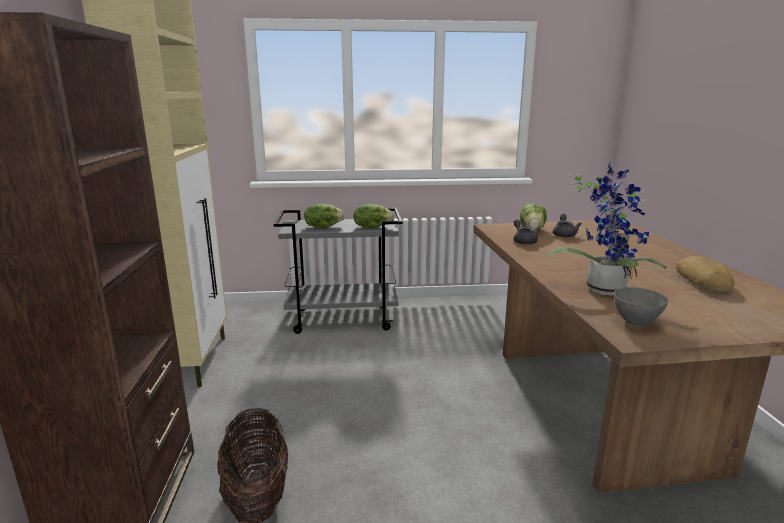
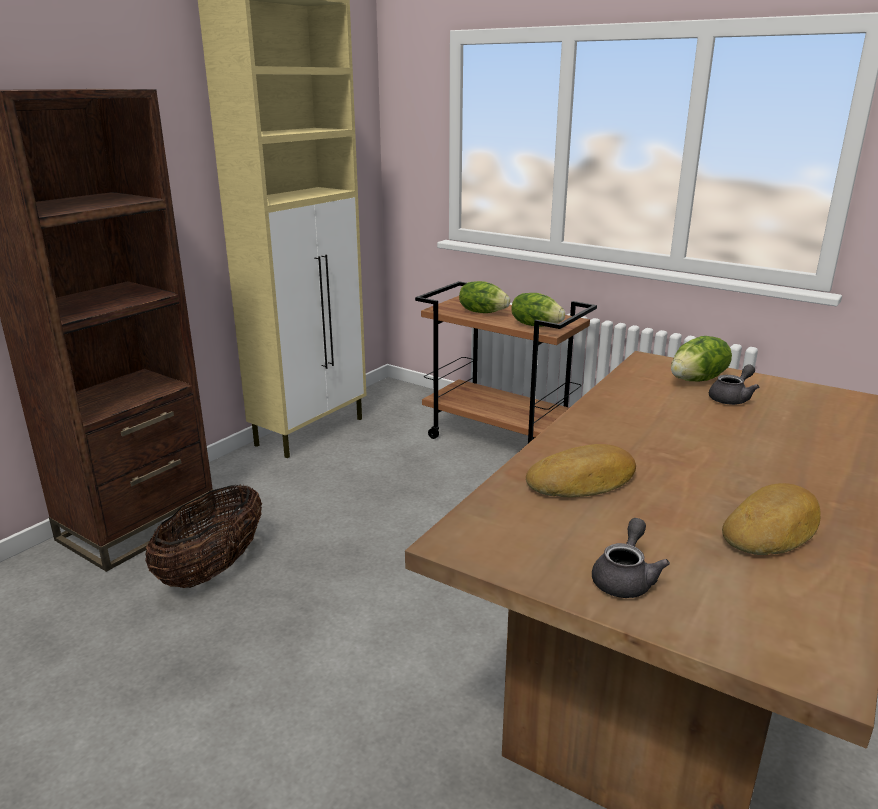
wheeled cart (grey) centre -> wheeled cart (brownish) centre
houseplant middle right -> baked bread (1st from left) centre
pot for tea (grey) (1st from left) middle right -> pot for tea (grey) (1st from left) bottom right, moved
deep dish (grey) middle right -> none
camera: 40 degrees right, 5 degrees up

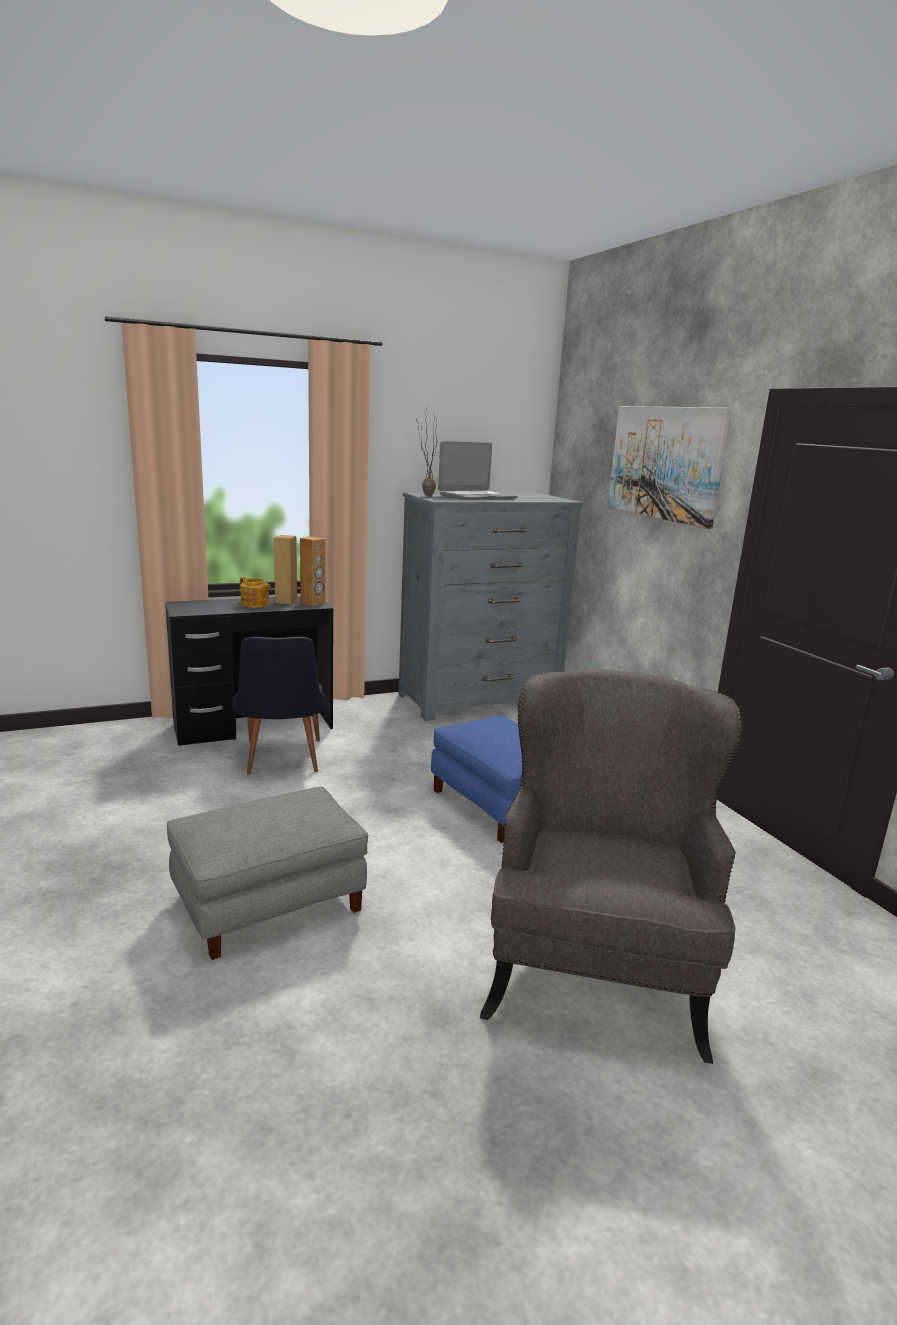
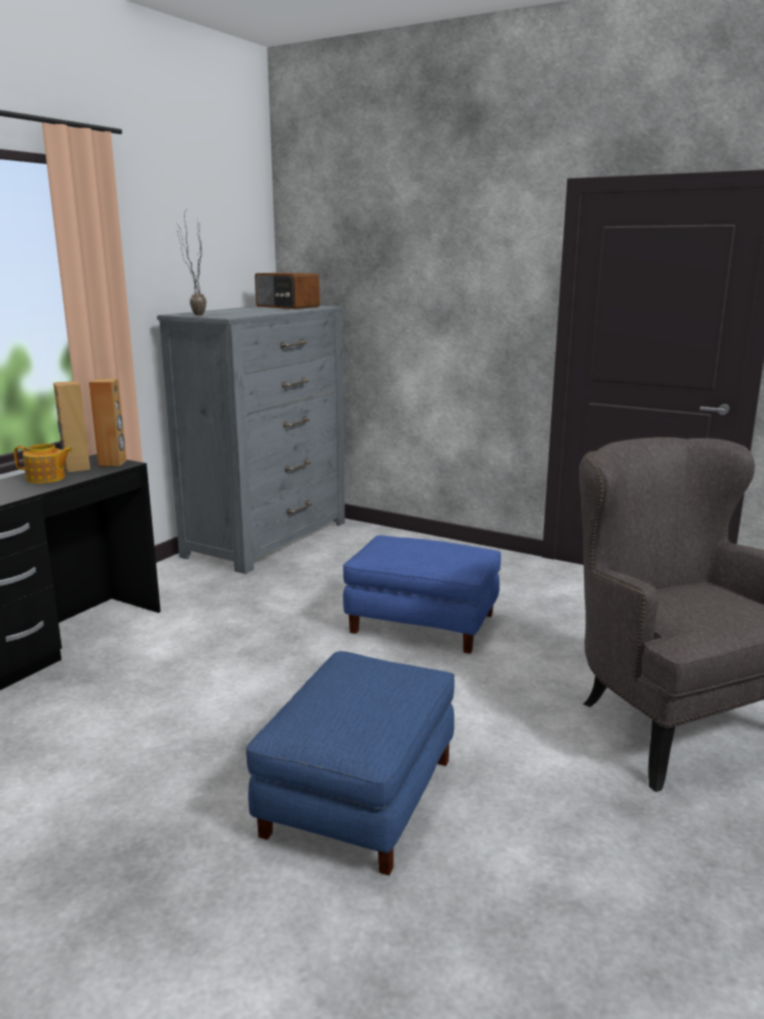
footrest (grey) middle left -> footrest (blue) (1st from left) bottom centre
none -> radio top centre
chair (blackish) middle left -> none
laptop centre -> none
wall picture middle right -> none
camera: 35 degrees left, 0 degrees up

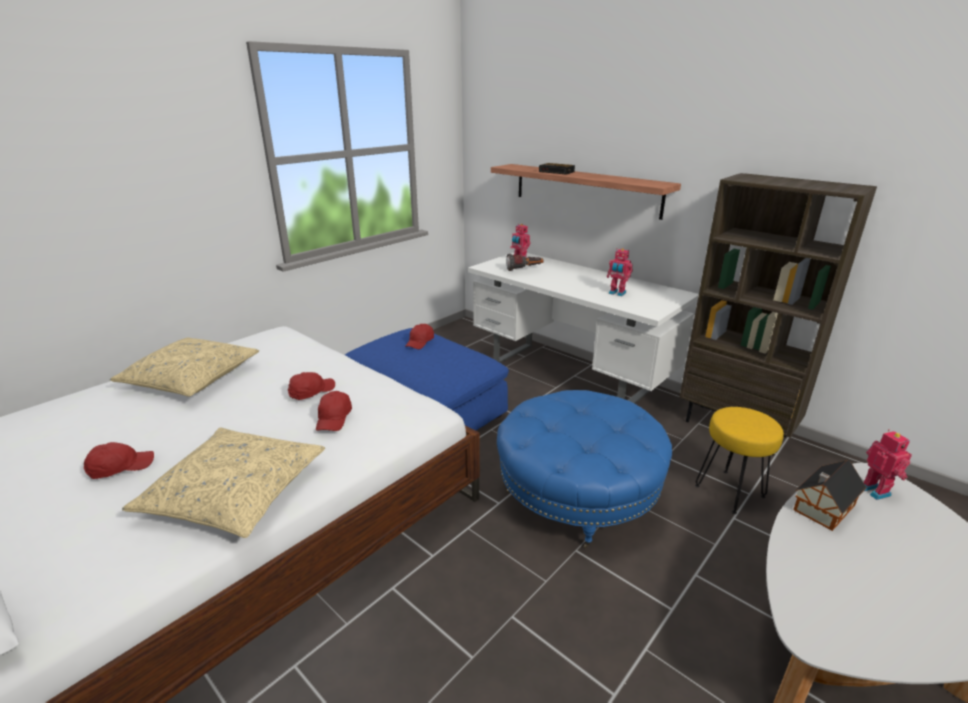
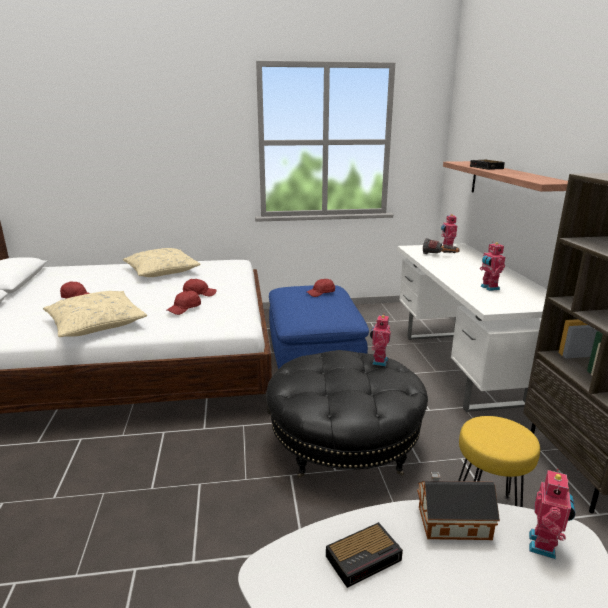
footrest (blue) (2nd from left) bottom centre -> footrest (blackish) bottom centre
none -> table clock (1st from left) bottom centre
none -> robot figure (1st from left) centre
camera: 40 degrees right, 5 degrees down

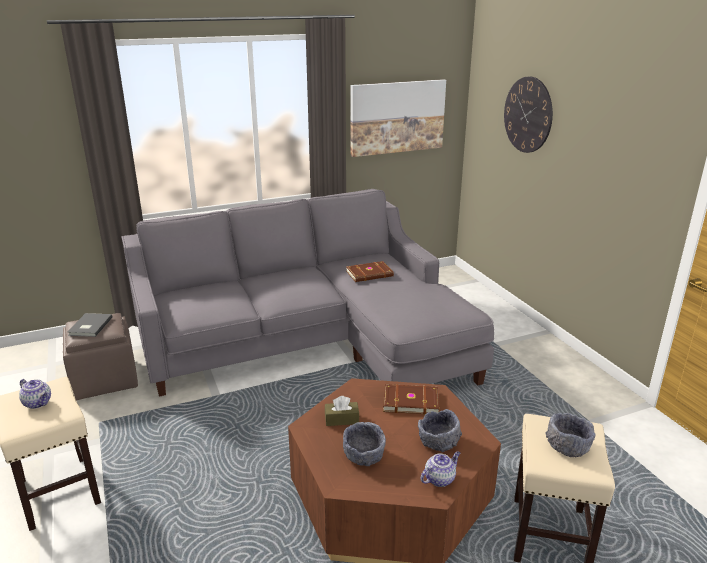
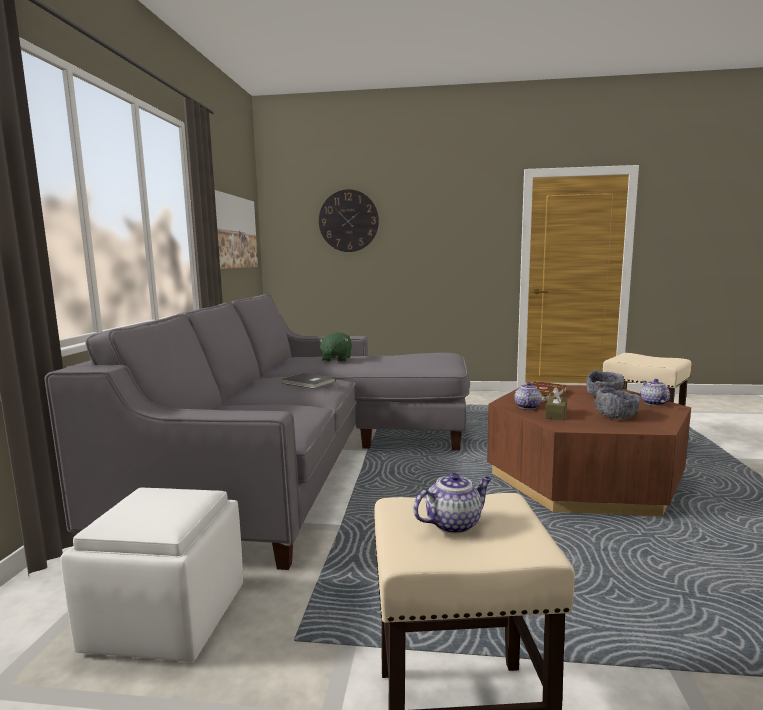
footrest (brownish) middle left -> footrest (whitish) bottom left
book (grey) middle left -> book (grey) centre, moved
book (brownish) (1st from left) centre -> soft toy (green) centre
none -> pot for tea (2nd from left) middle right
deep dish (grey) (3rd from left) bottom right -> none
camera: 60 degrees left, 15 degrees down

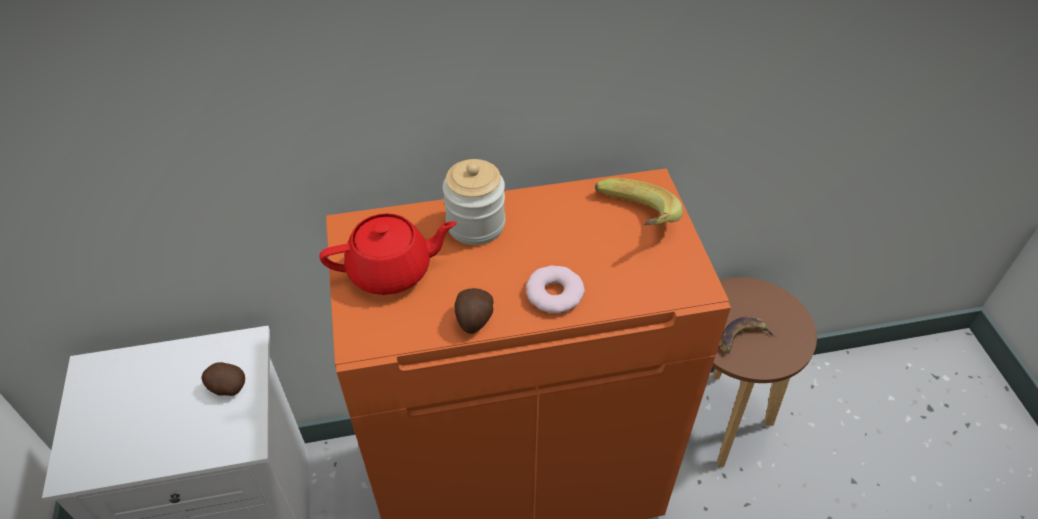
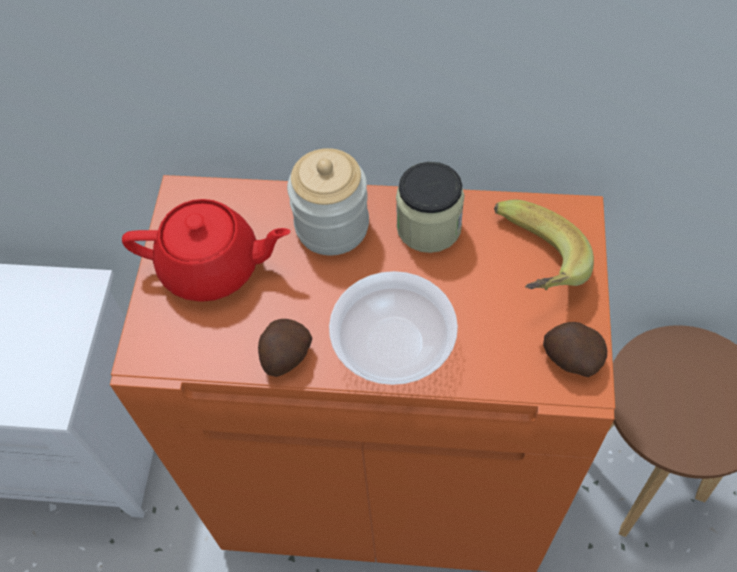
donut centre -> deep dish centre
none -> jar (2nd from left) centre
whole potato (1st from left in the first image) bottom left -> whole potato (2nd from left) middle right, moved
banana fruit (2nd from left) middle right -> none
camera: 20 degrees right, 10 degrees up

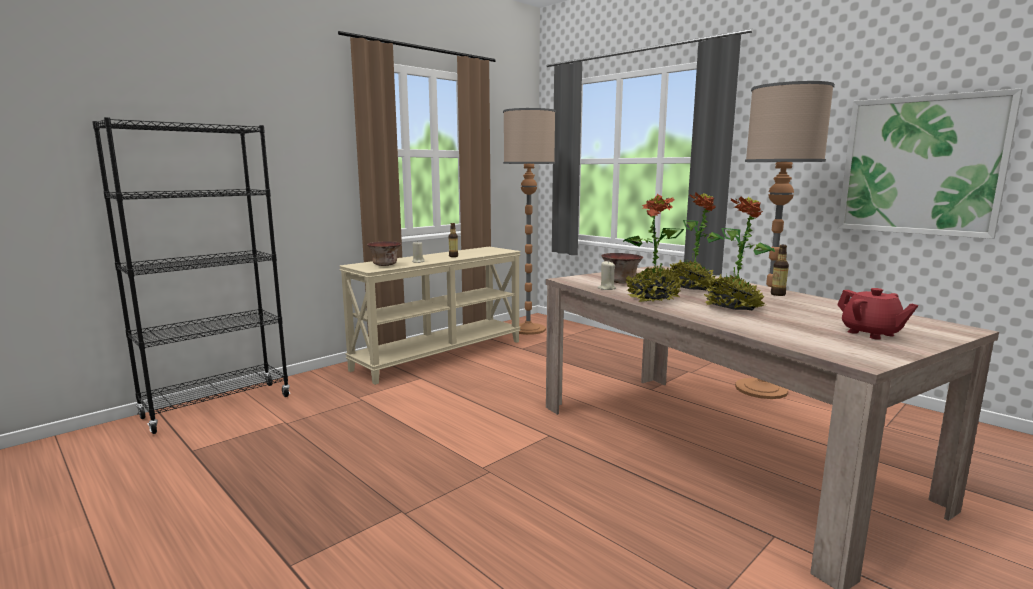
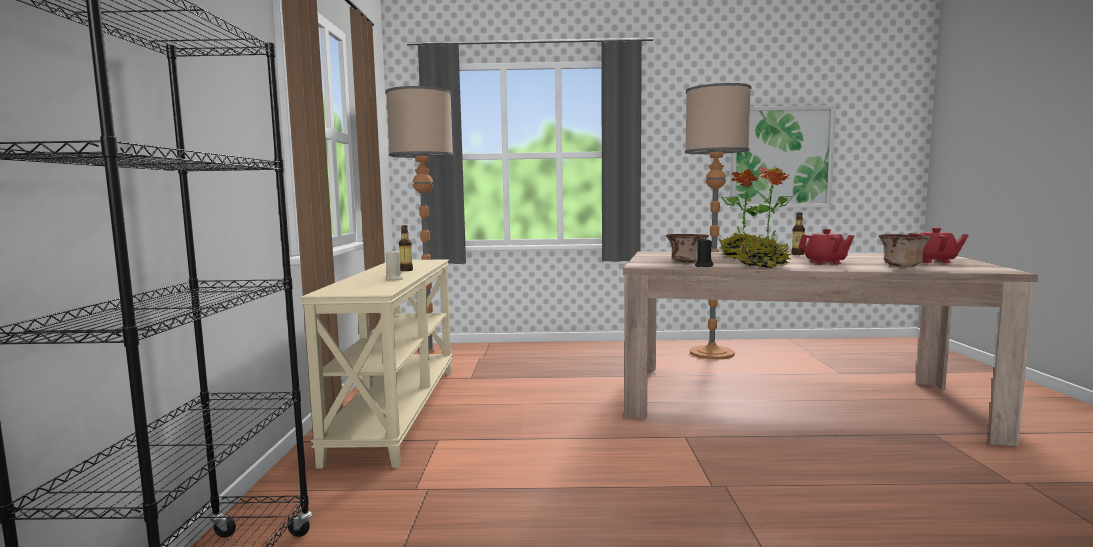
candle (sand-coloured) (2nd from left) centre -> candle (blackish) centre
houseplant (3rd from left) middle right -> pot for tea (red-coloured) (1st from left) middle right
deep dish (1st from left in the first image) centre -> deep dish (2nd from left) middle right, moved
camera: 45 degrees left, 5 degrees down

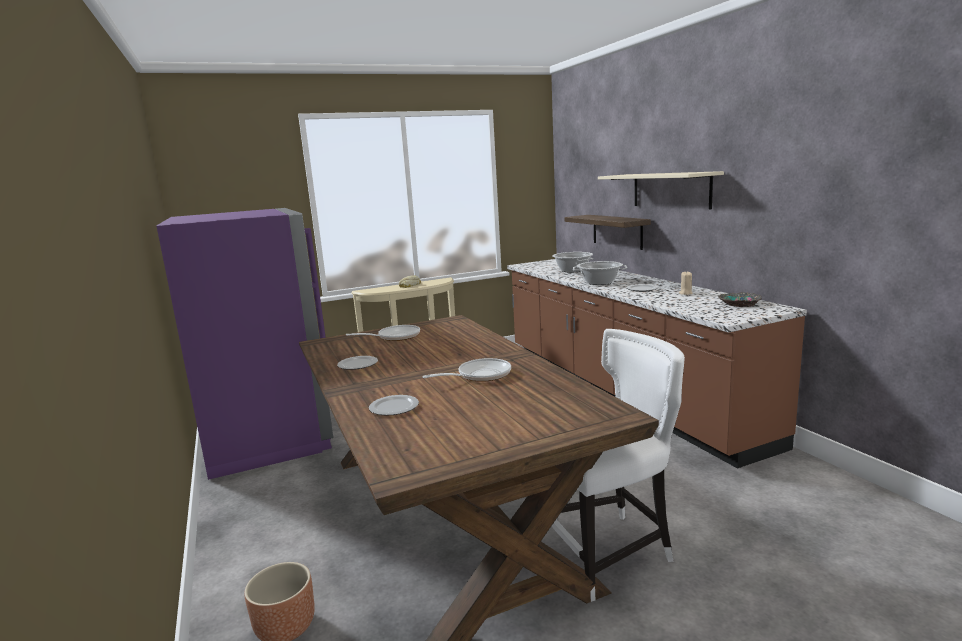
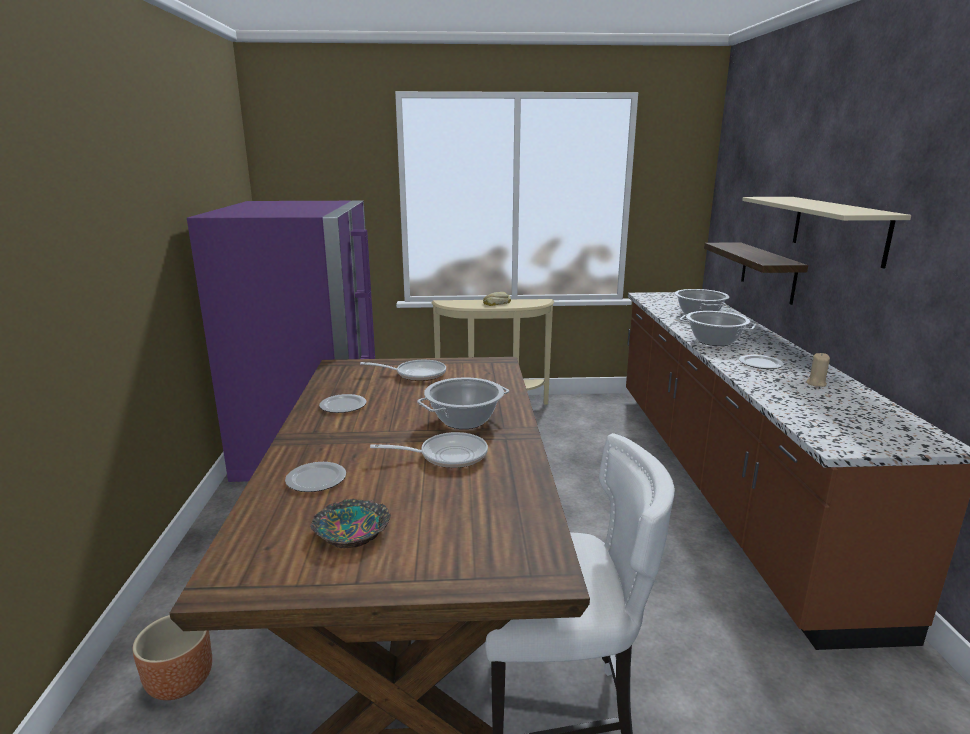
deep dish middle right -> deep dish bottom centre, moved
none -> stockpot (1st from left) centre
camera: 20 degrees right, 5 degrees up

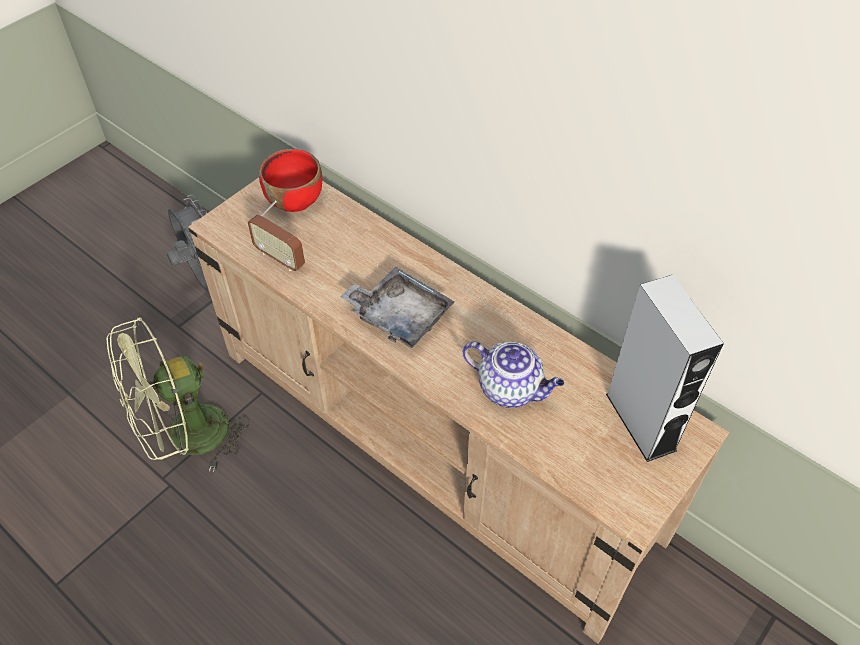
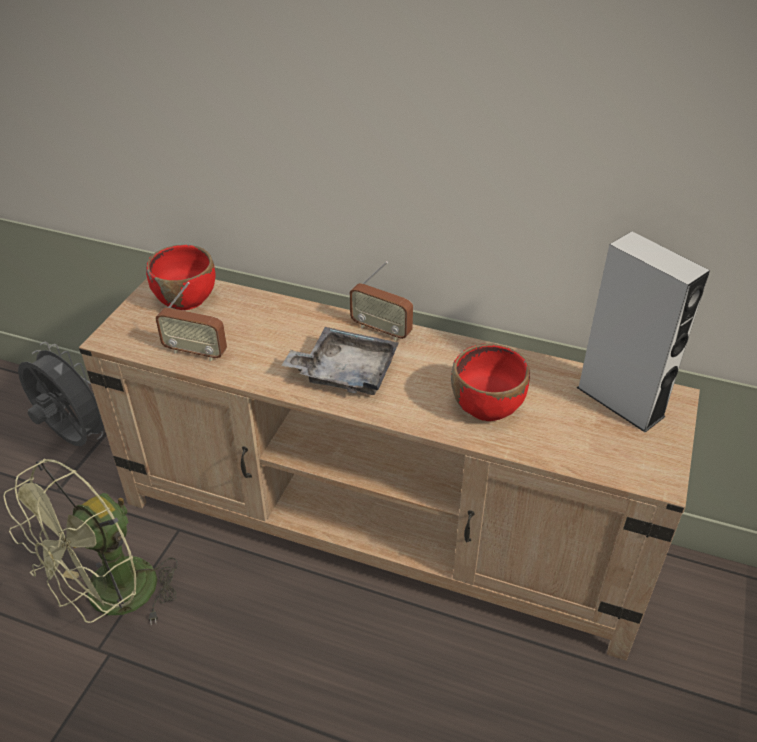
none -> radio (2nd from left) centre
pot for tea centre -> deep dish (red-coloured) (2nd from left) centre
camera: 20 degrees left, 10 degrees down

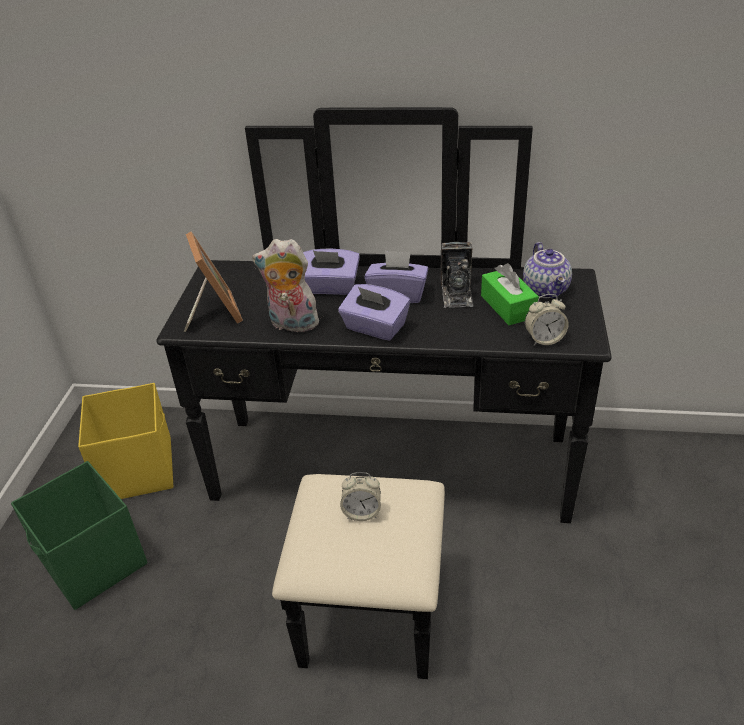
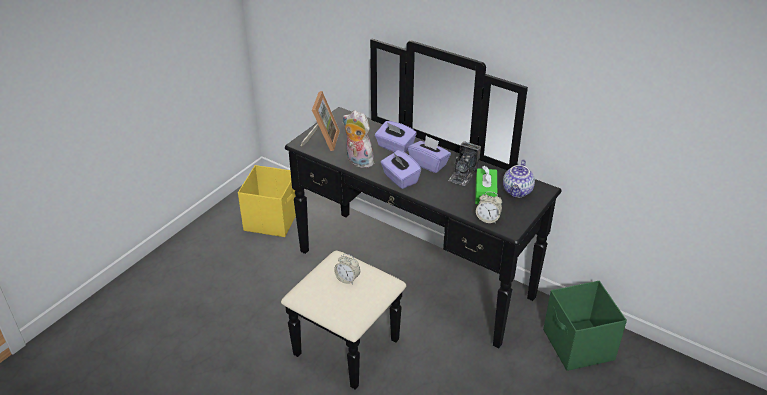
storage container (green) bottom left -> storage container (green) bottom right, moved
camera: 25 degrees right, 0 degrees up

